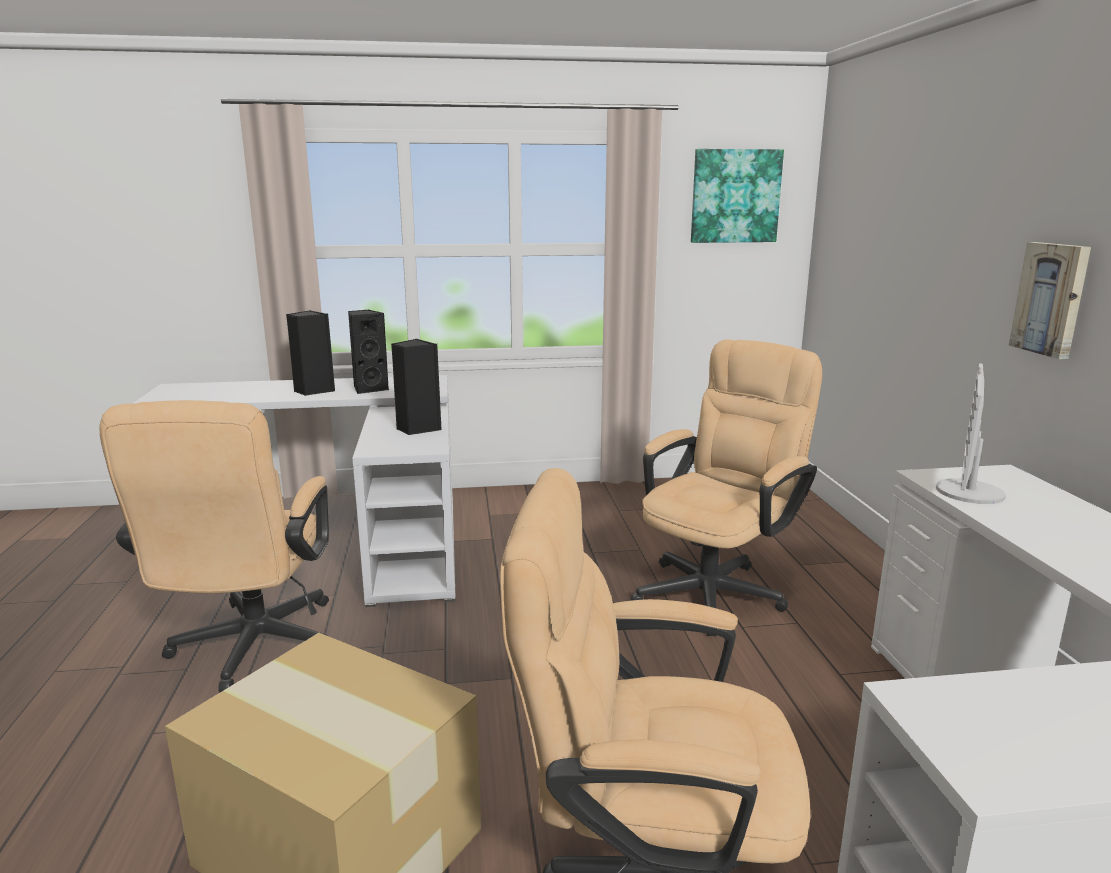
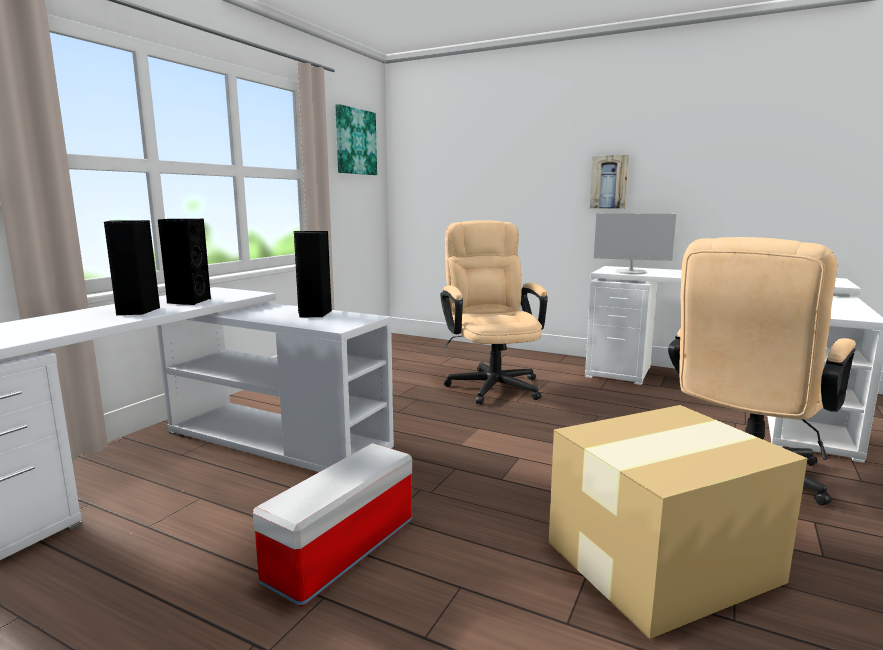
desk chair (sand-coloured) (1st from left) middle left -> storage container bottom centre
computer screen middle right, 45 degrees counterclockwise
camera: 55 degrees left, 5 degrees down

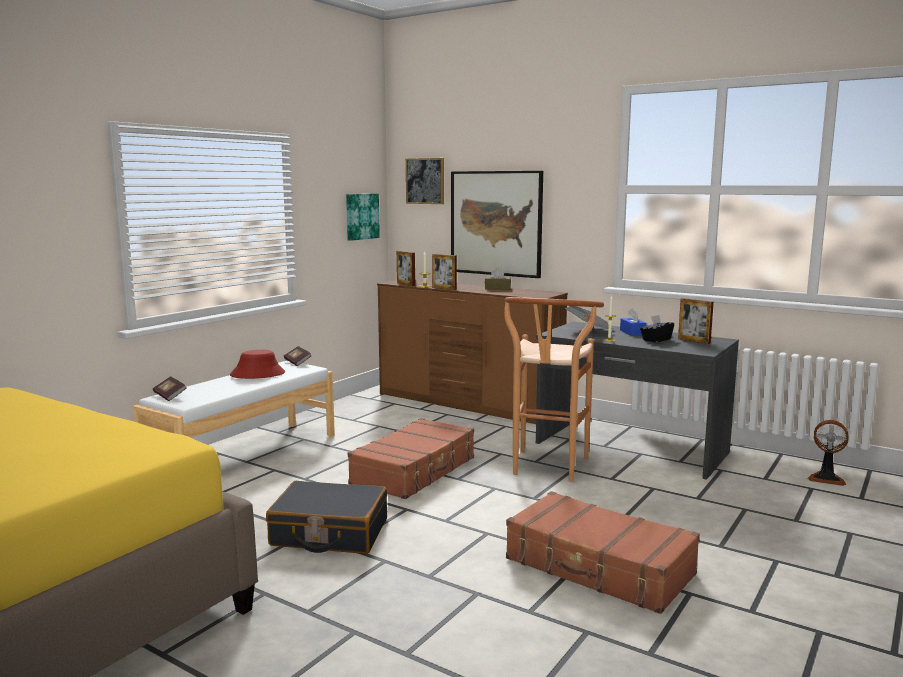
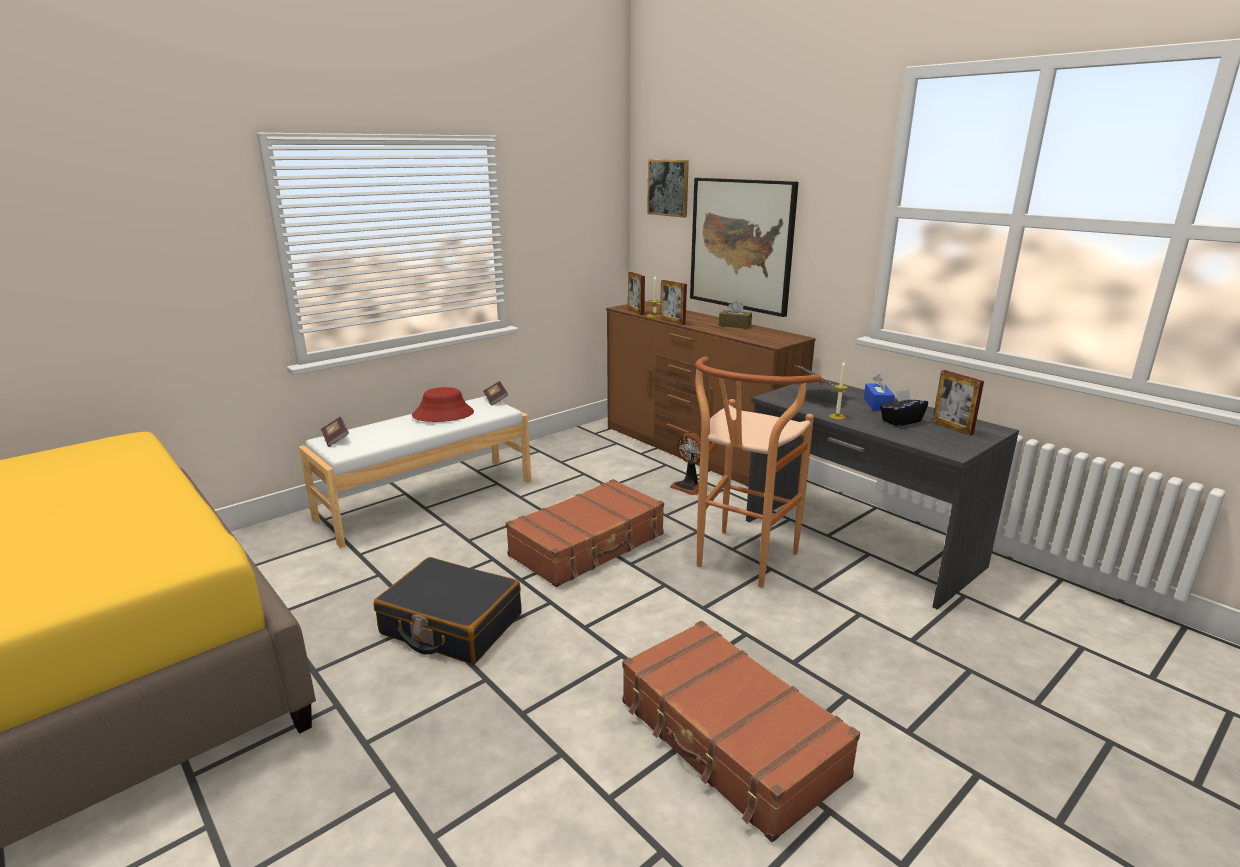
cooling fan bottom right -> cooling fan centre, moved
wall picture (1st from left) top centre -> none
camera: 15 degrees right, 10 degrees up

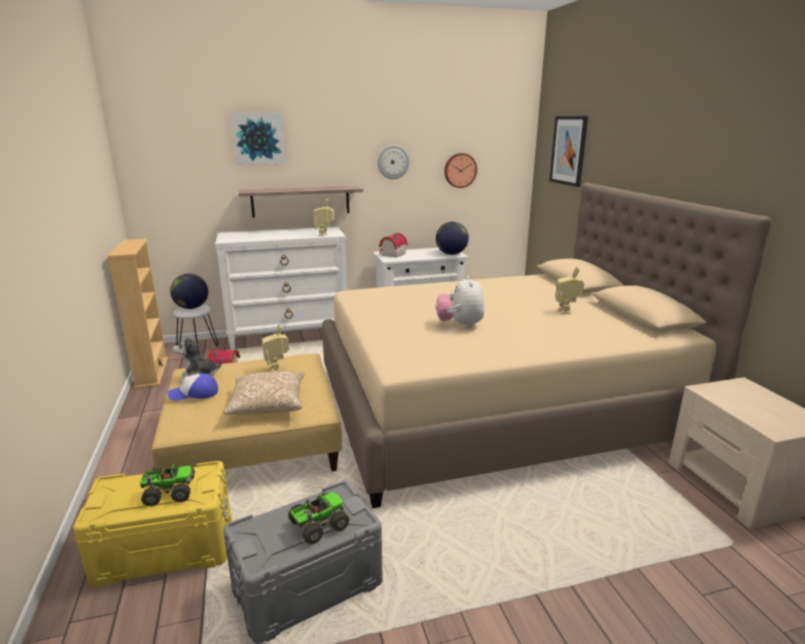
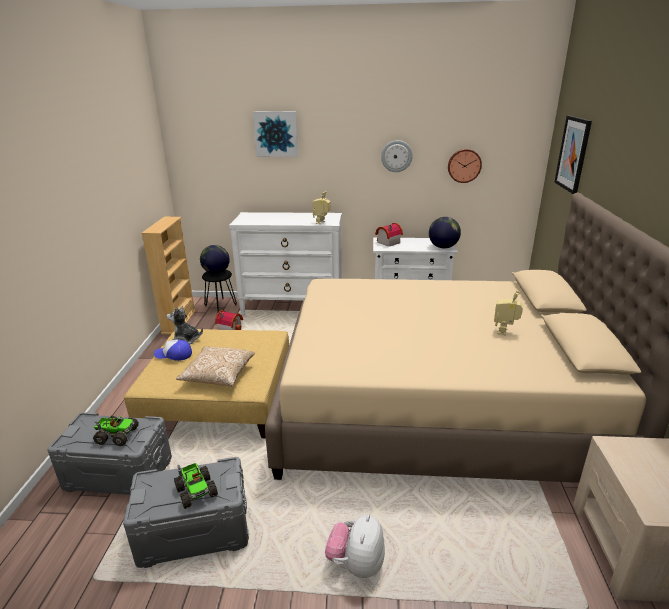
storage container (yellow-coloured) bottom left -> storage container (grey) (1st from left) bottom left
model truck (2nd from left) bottom centre -> model truck (2nd from left) bottom left, 75 degrees clockwise
stool (whitish) middle left -> stool (blackish) middle left
soft toy (2nd from left) centre -> soft toy (2nd from left) bottom centre, moved
shelf top centre -> none
robot figure (1st from left) centre -> none
camera: 20 degrees right, 5 degrees up

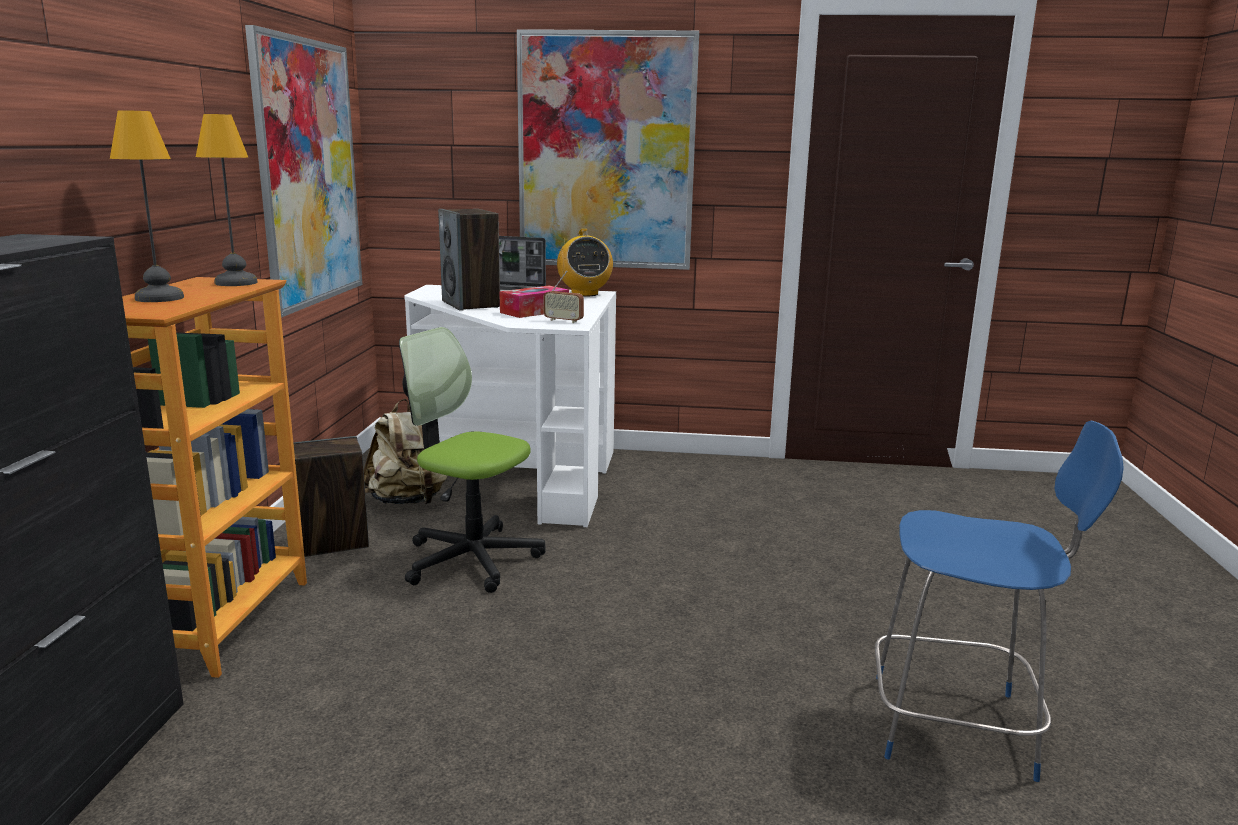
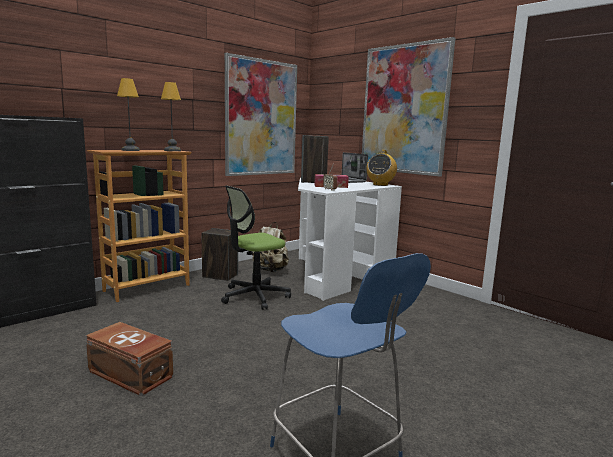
none -> storage container (brownish) bottom left
desk chair centre, 105 degrees counterclockwise
camera: 40 degrees right, 5 degrees down

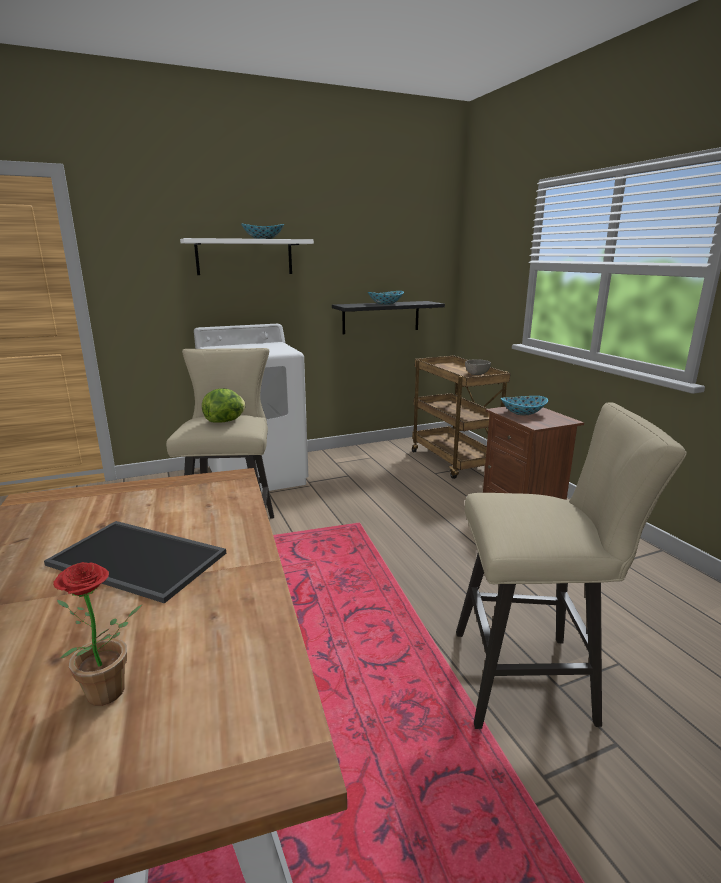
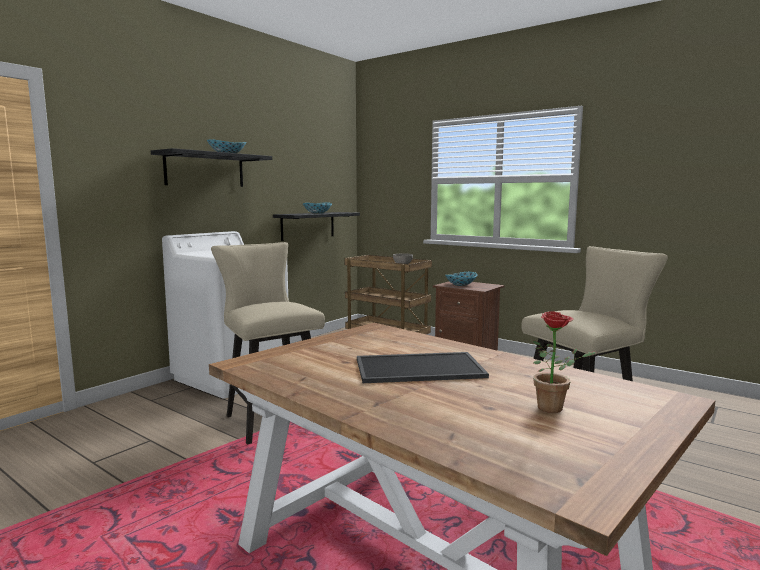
shelf (whitish) top centre -> shelf (blackish) (1st from left) top left
head of lettuce middle left -> none
camera: 30 degrees left, 10 degrees down

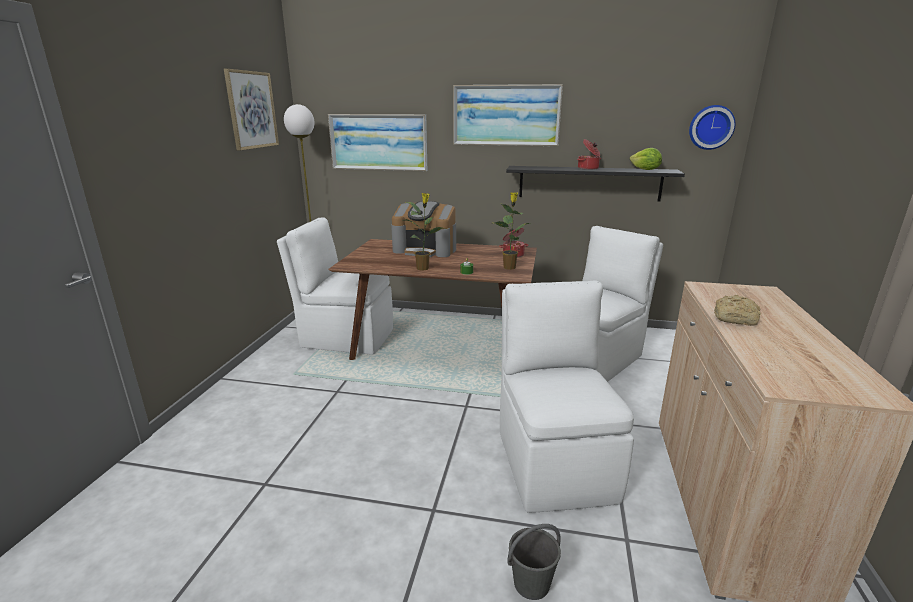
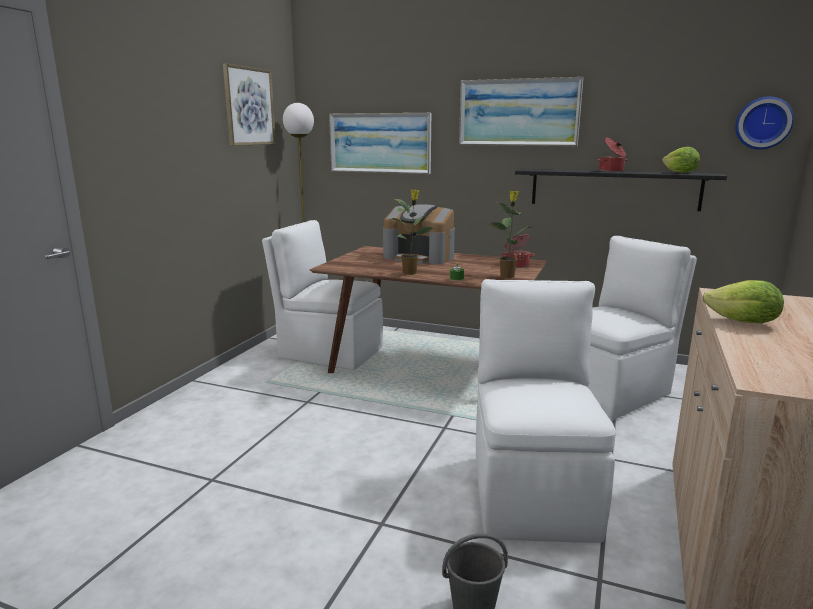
baked bread middle right -> head of lettuce (2nd from left) middle right
camera: 10 degrees right, 5 degrees down

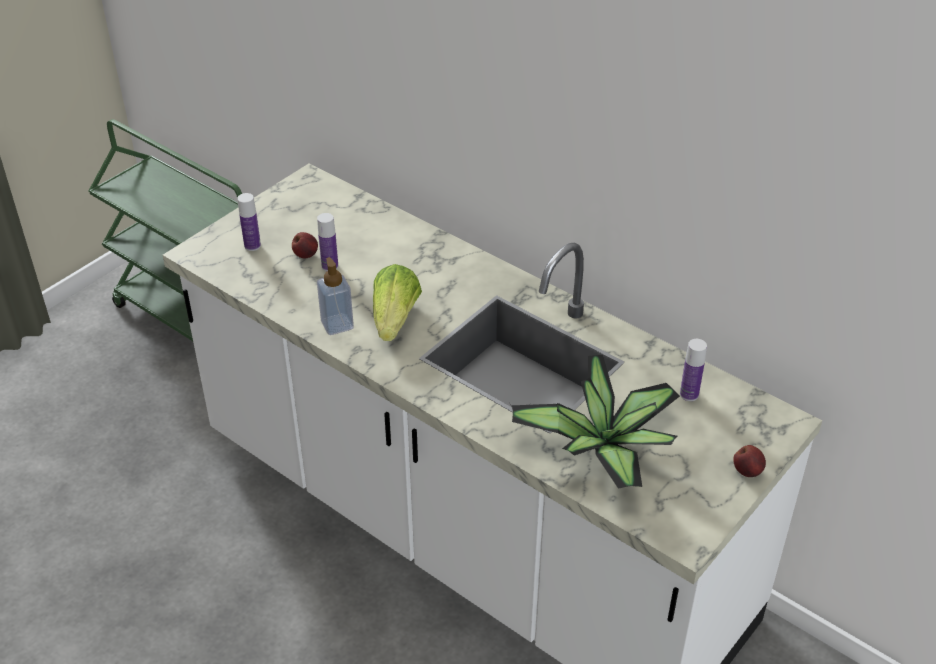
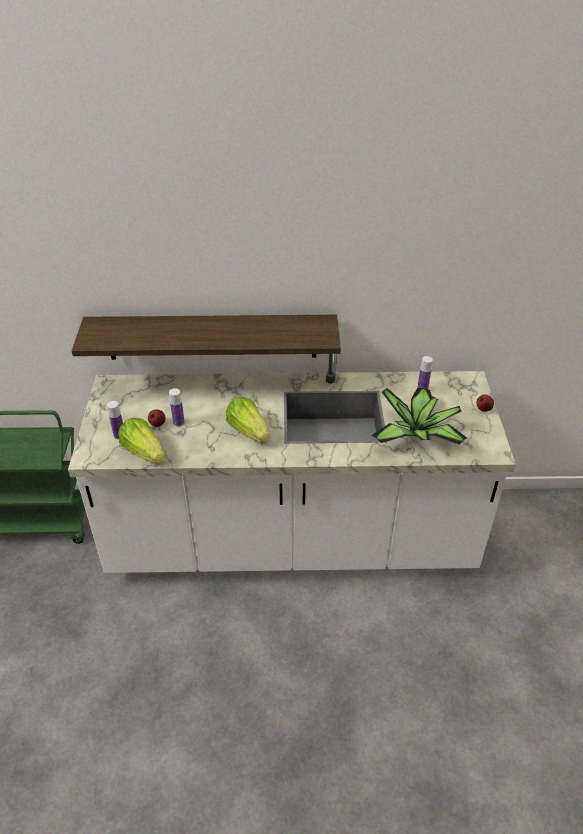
none -> shelf centre
none -> head of lettuce (1st from left) middle left
soap dispenser centre -> none
camera: 40 degrees left, 0 degrees up

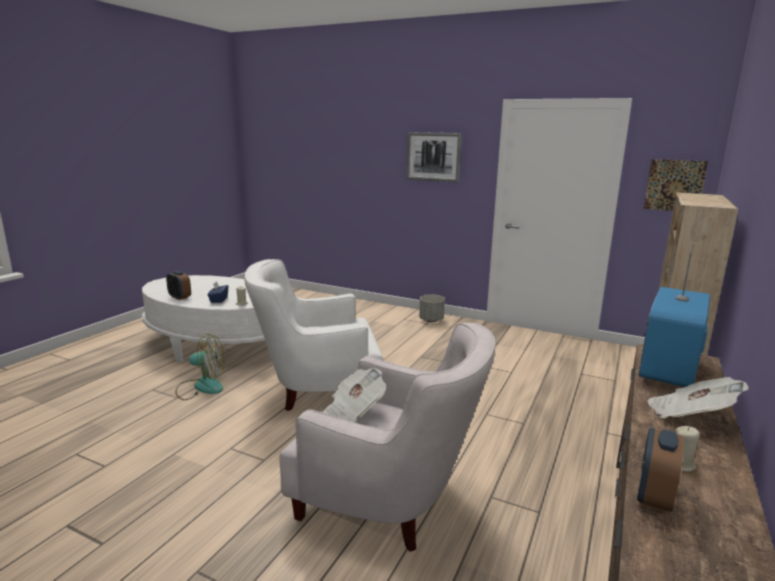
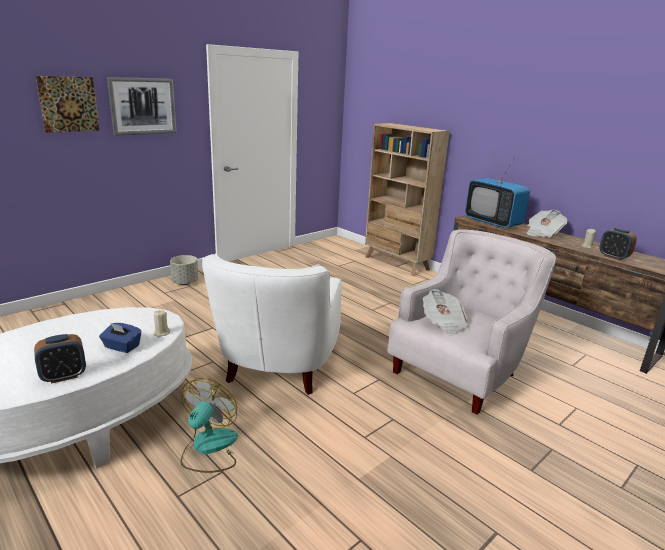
wall picture (2nd from left in the first image) top right -> wall picture (1st from left) top left, moved
camera: 70 degrees left, 5 degrees up

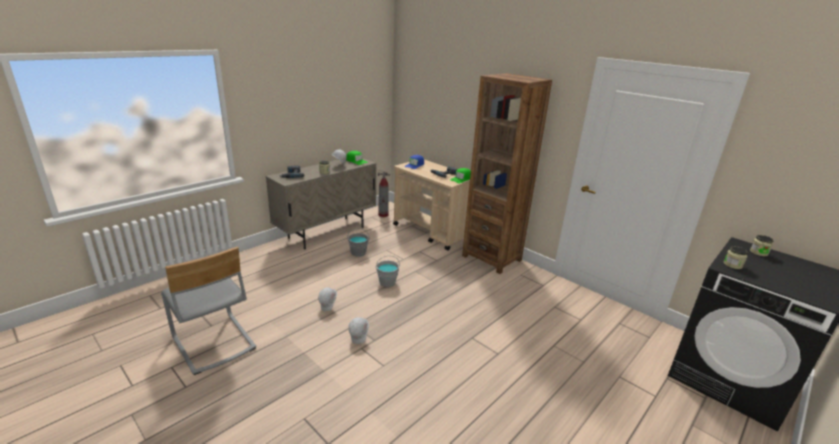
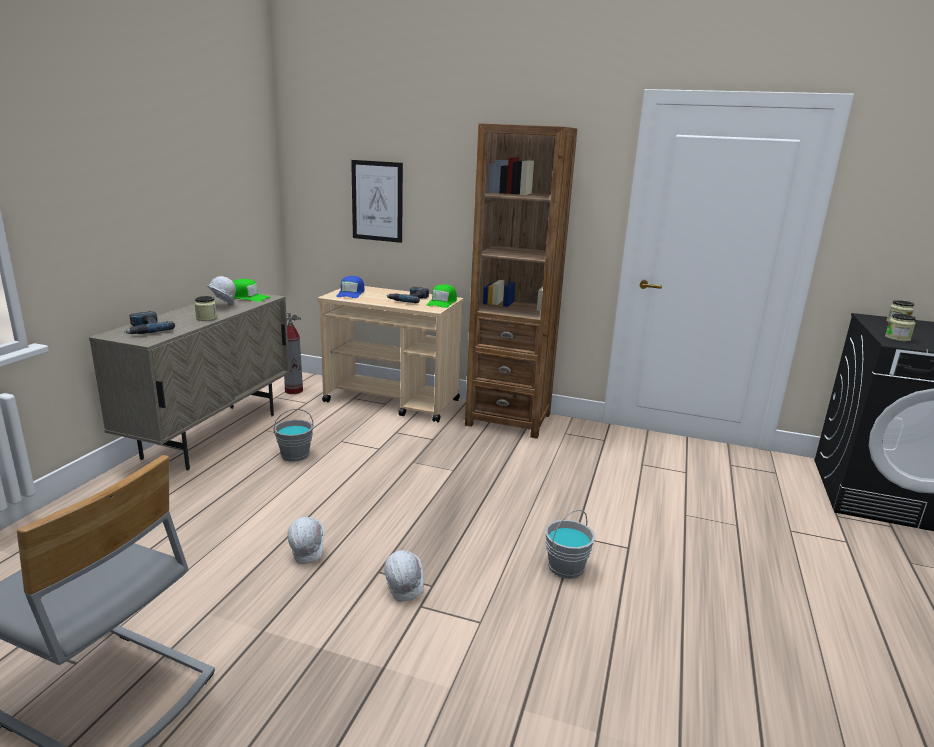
none -> wall picture top centre
bucket (grey) (2nd from left) centre -> bucket (grey) (2nd from left) bottom centre, moved
camera: 25 degrees left, 5 degrees down

